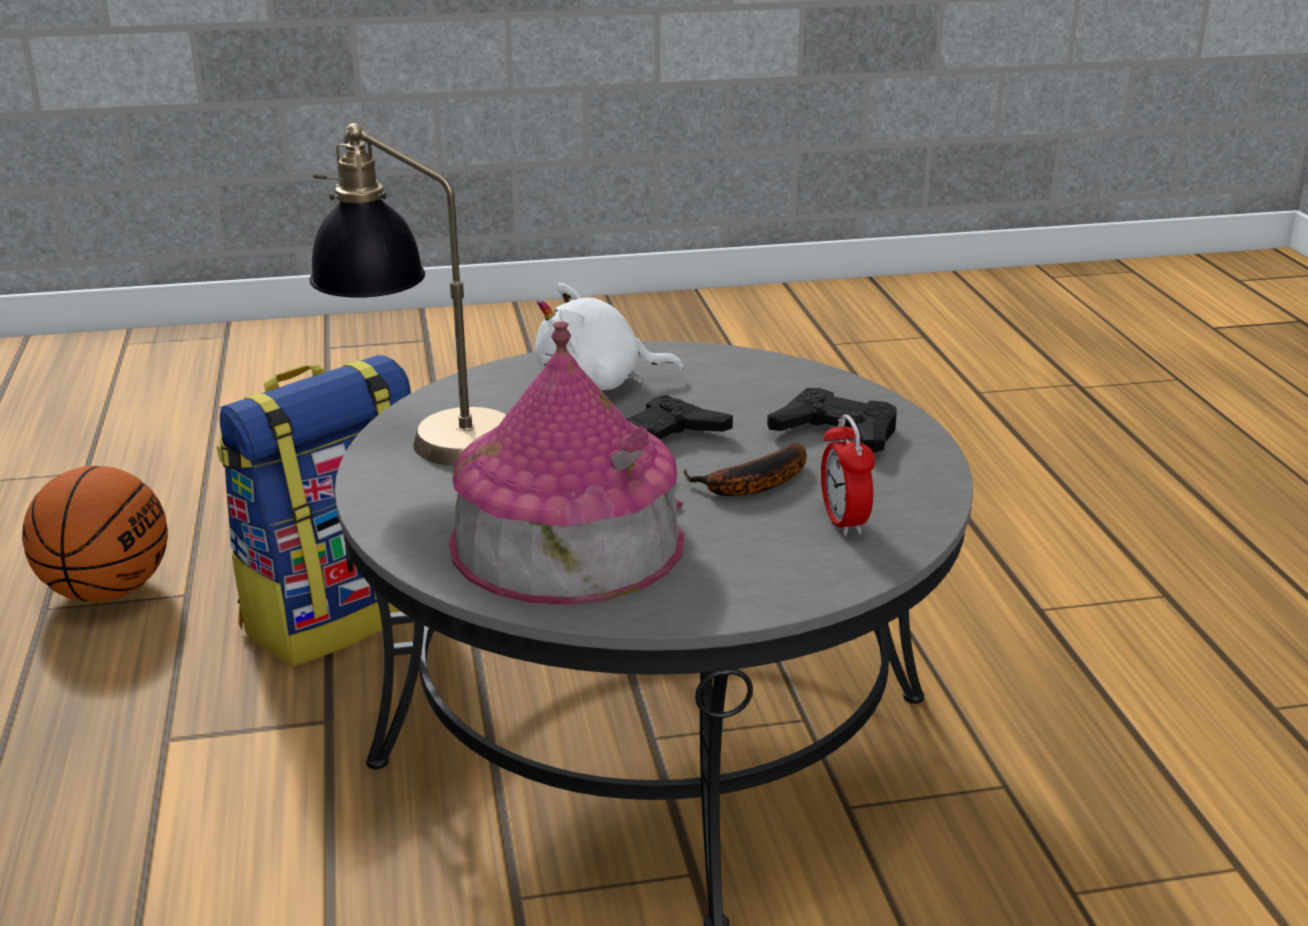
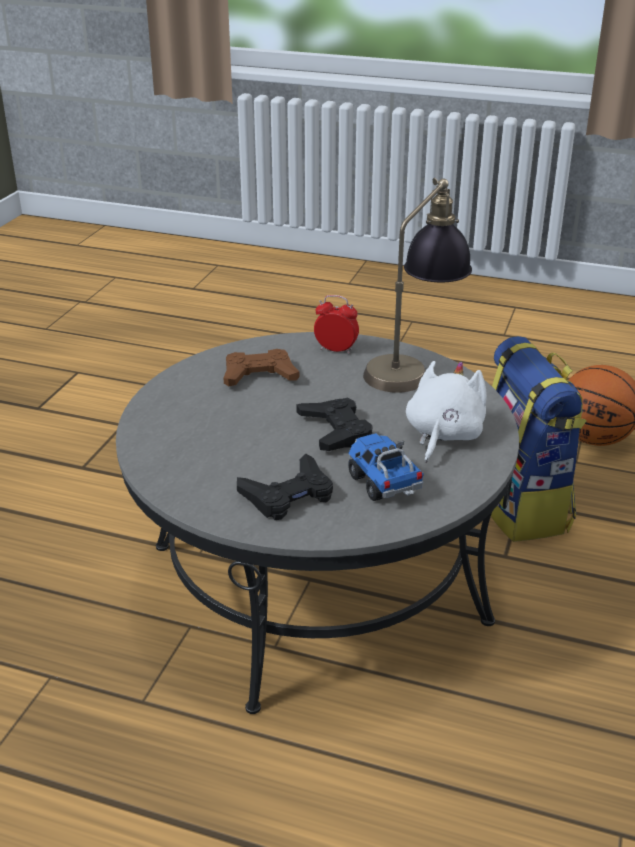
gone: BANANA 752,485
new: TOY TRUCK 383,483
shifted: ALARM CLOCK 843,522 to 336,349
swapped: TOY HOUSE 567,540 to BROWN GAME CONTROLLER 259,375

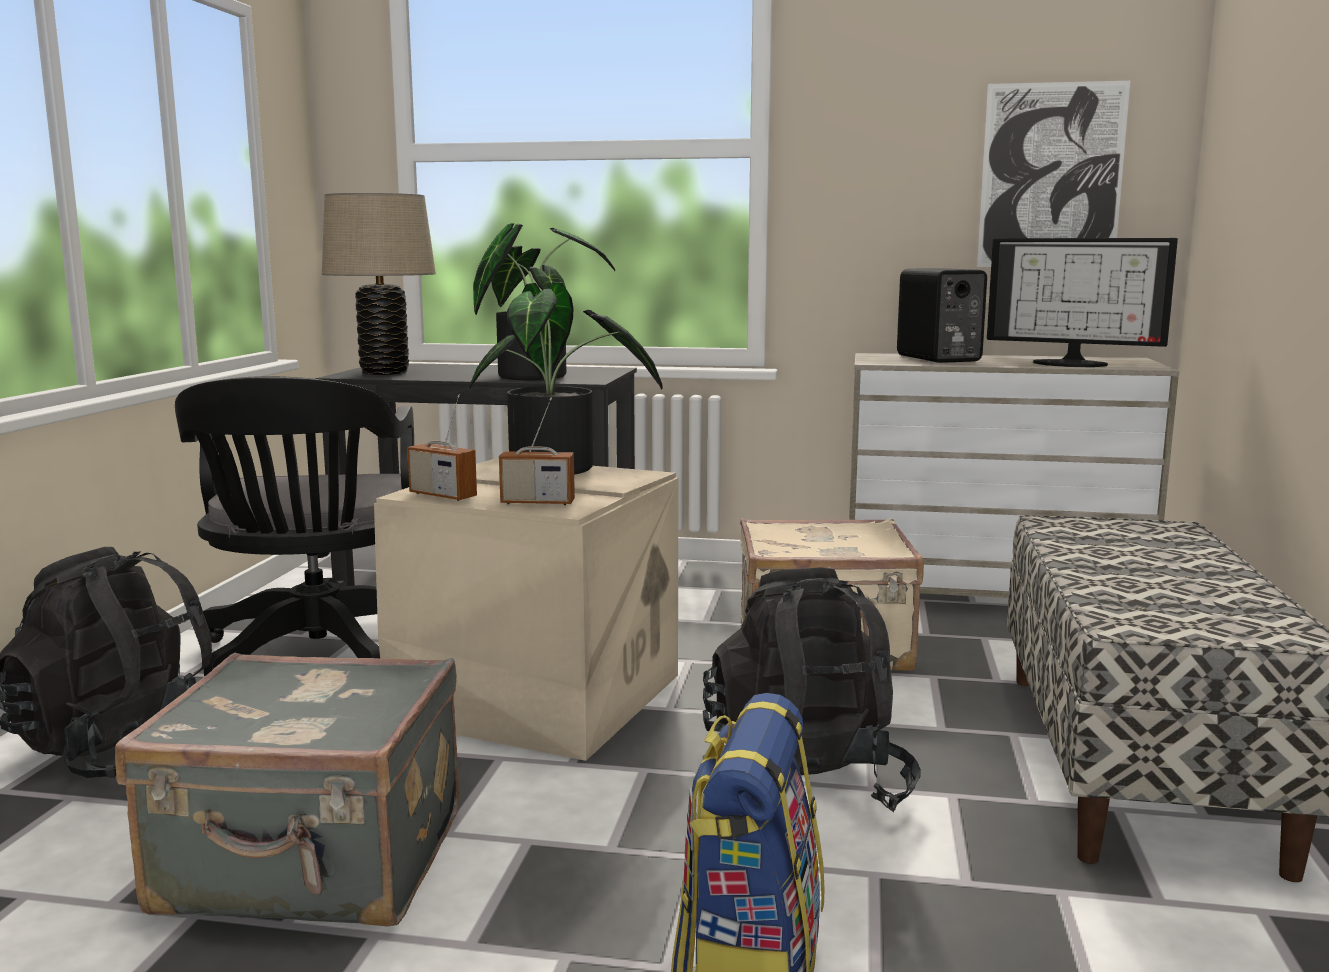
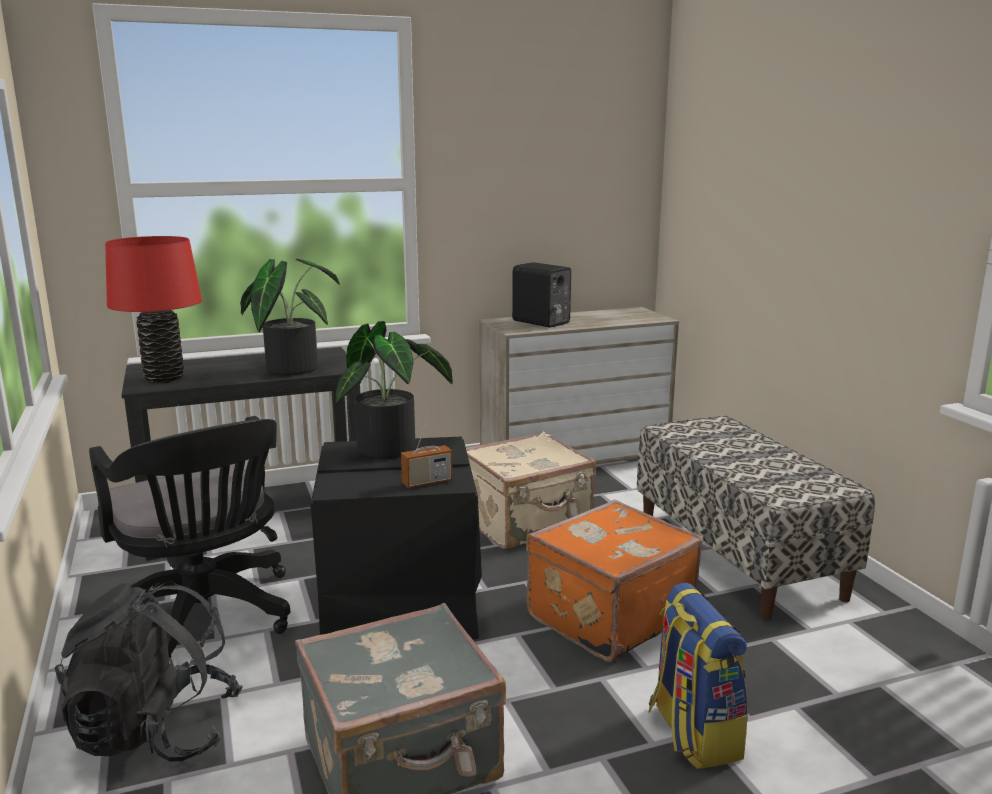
gone: RADIO 442,495; PICTURE 1051,176; MONITOR 1072,363
swapped: BLACK BACKPACK 805,783 to ORANGE SUITCASE 607,616
repainted: BEIGE TABLE LAMP 384,372 to RED TABLE LAMP 164,378; BEIGE STORAGE BOX 540,698 to BLACK STORAGE BOX 401,604

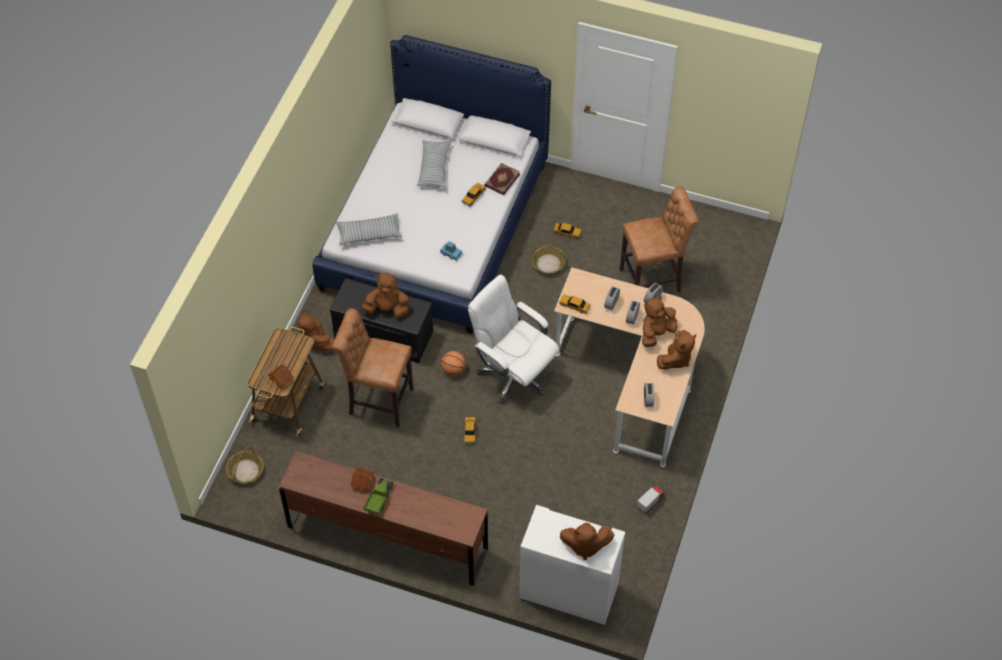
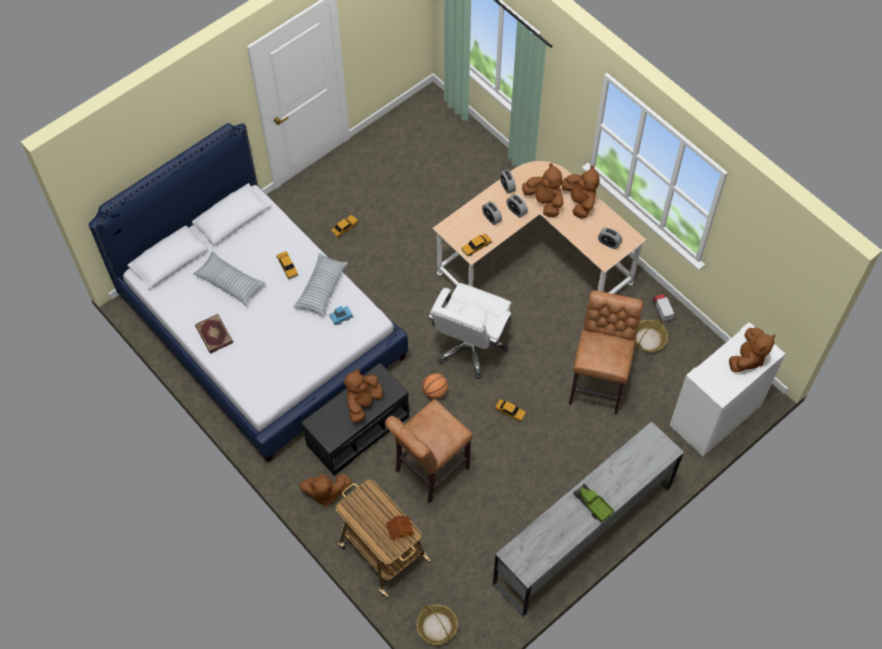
gone: TOY HOUSE 362,482
shifted: PILLOW 369,233 to 321,288; BOOK 501,180 to 213,335; BASKET 548,264 to 648,339; BROWN STOOL 653,280 to 598,382
repainted: BROWN DRESSER 387,538 to GREY DRESSER 583,534
rotated: WHITE OFFICE CHAIR 513,374 = 470,347 45 degrees counterclockwise; BROWN PLUSH TOY 656,333 = 544,202 150 degrees clockwise

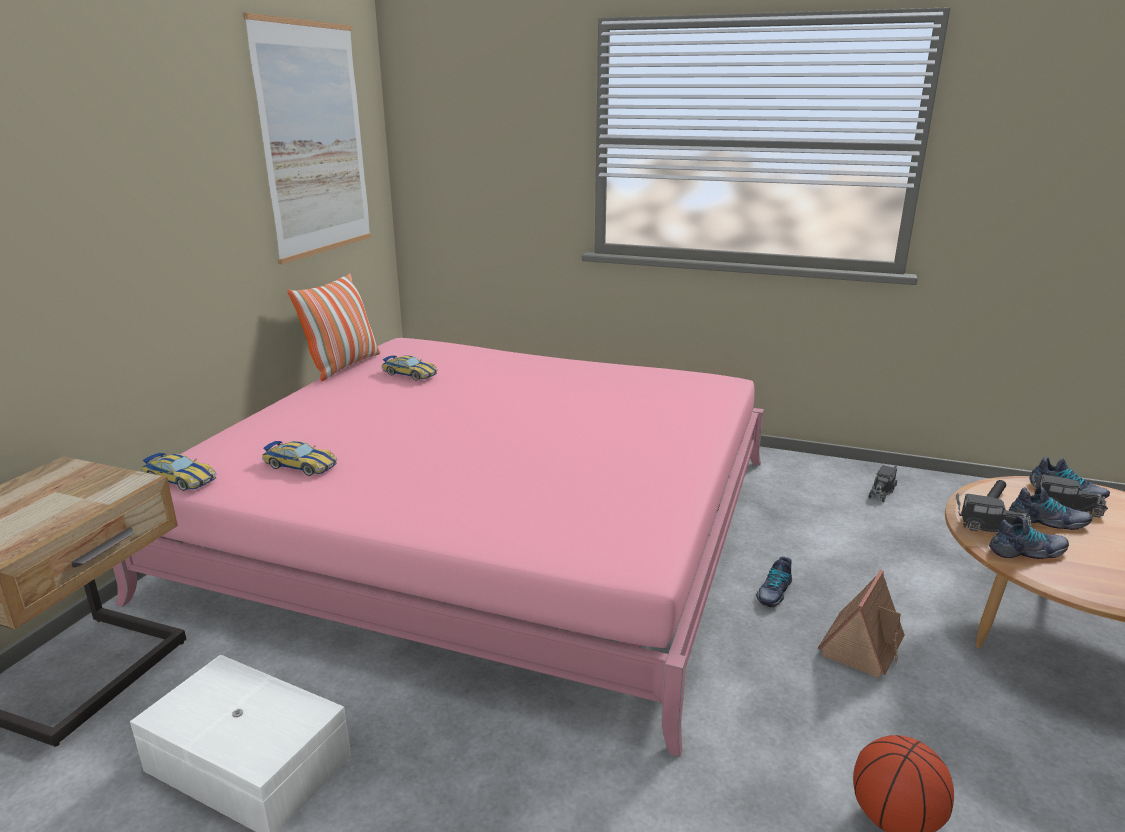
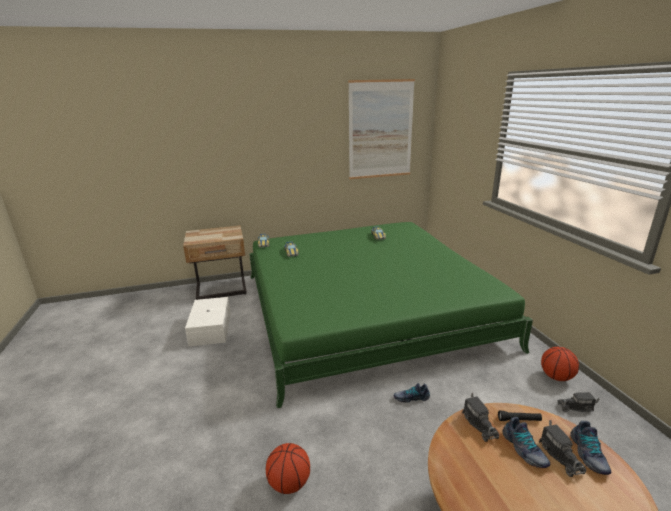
gone: PILLOW 343,366; TOY HOUSE 861,645; SHOE 1028,552
new: BASKETBALL 556,377
repainted: PINK BED 490,523 to GREEN BED 364,308

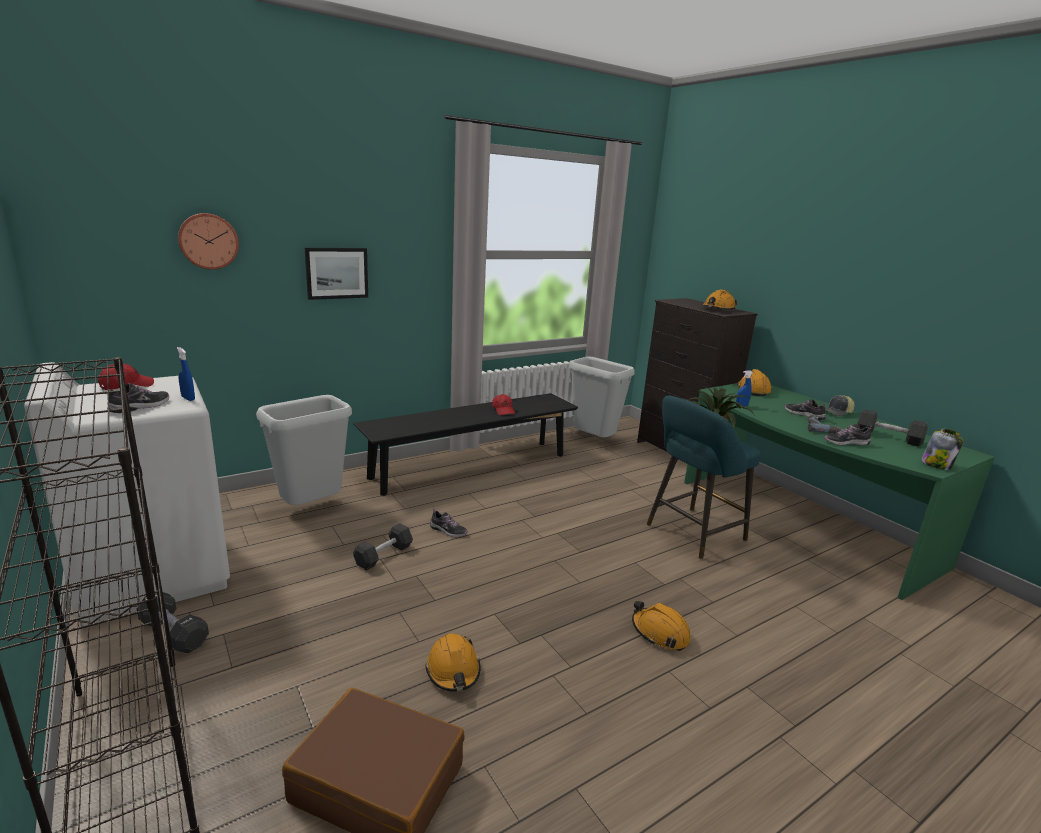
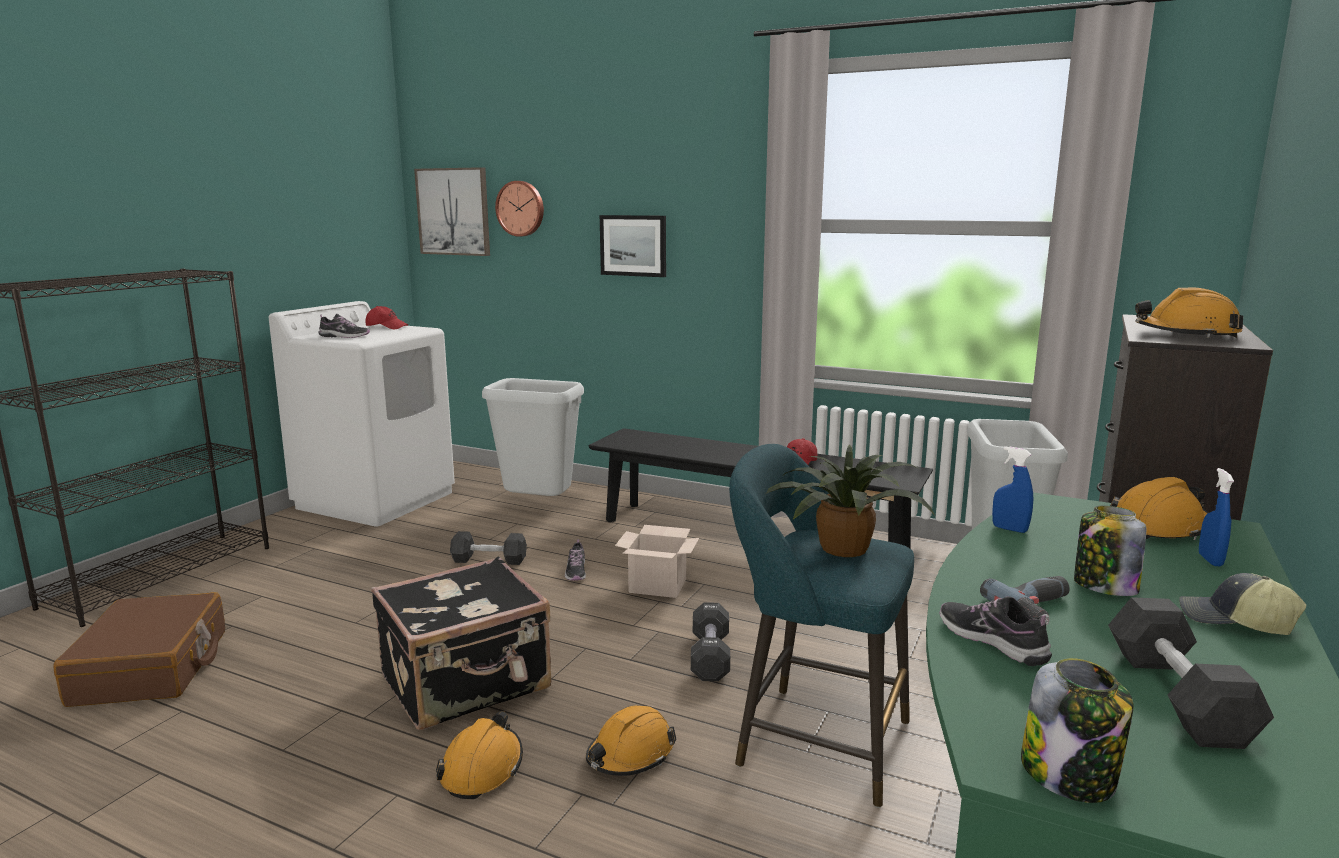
new: BLACK SUITCASE 467,684; PICTURE 454,211; CARDBOARD BOX 659,586
shifted: BLACK DUMBBELL 174,633 to 710,656; BLUE SPRAY BOTTLE 188,398 to 1210,560; ORANGE HARD HAT 453,670 to 630,755
swapped: SHOE 804,415 to JAR 1104,586

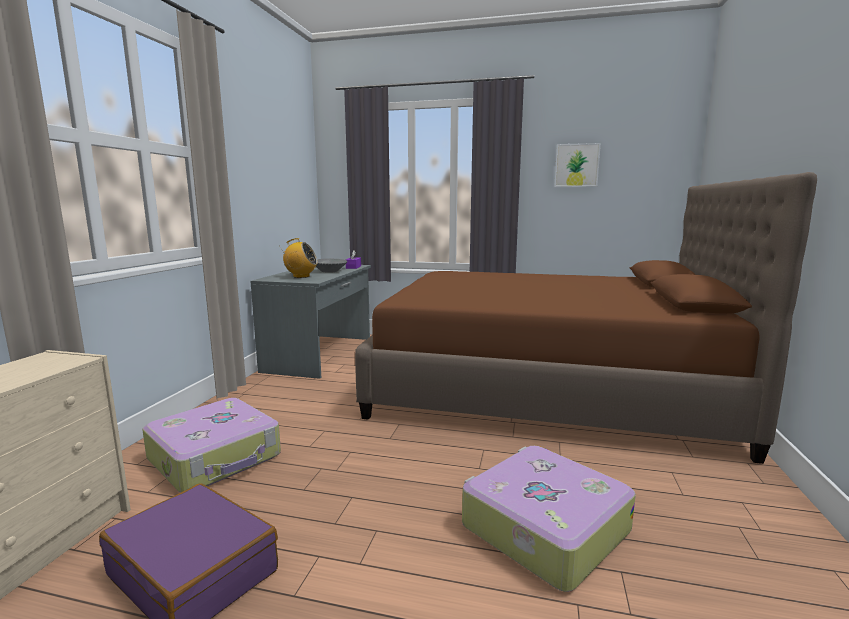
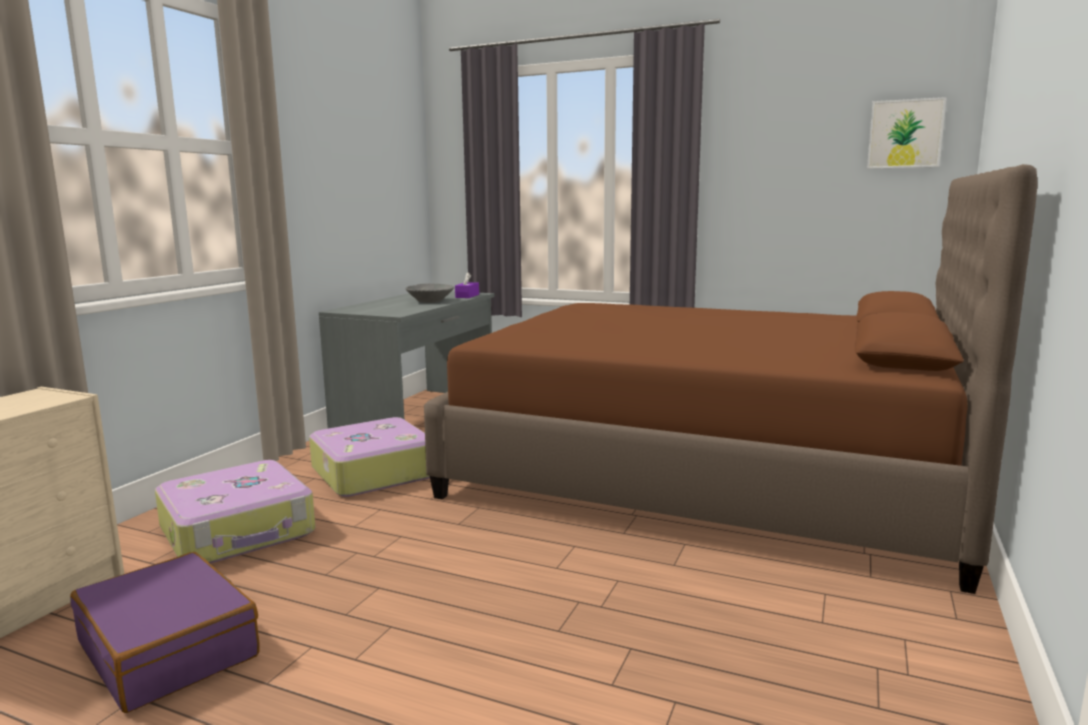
gone: RADIO 301,276
shifted: SUITCASE 542,528 to 372,472; PICTURE 576,165 to 905,134

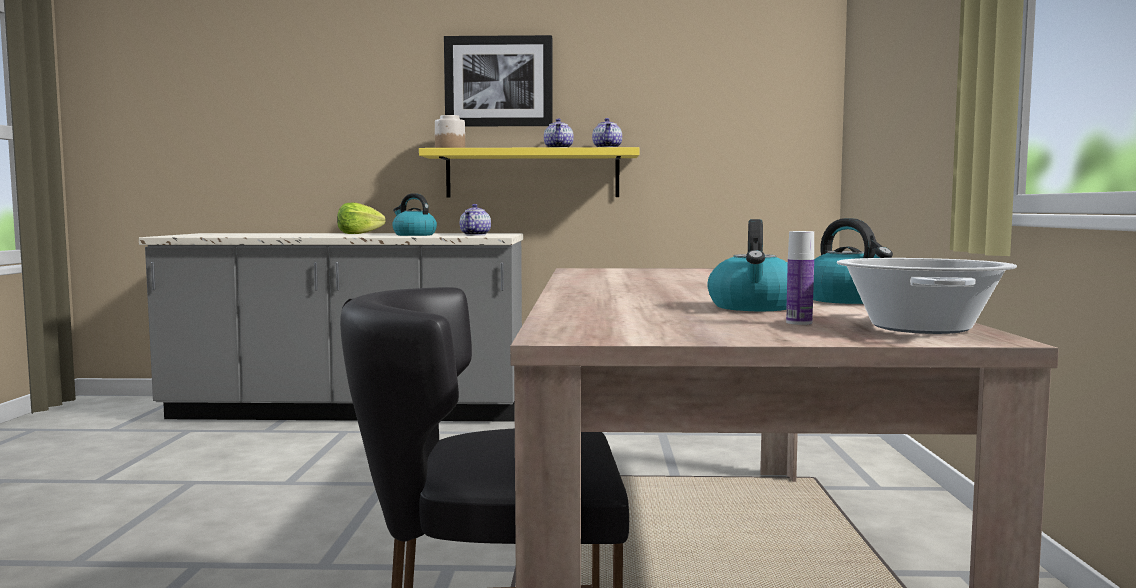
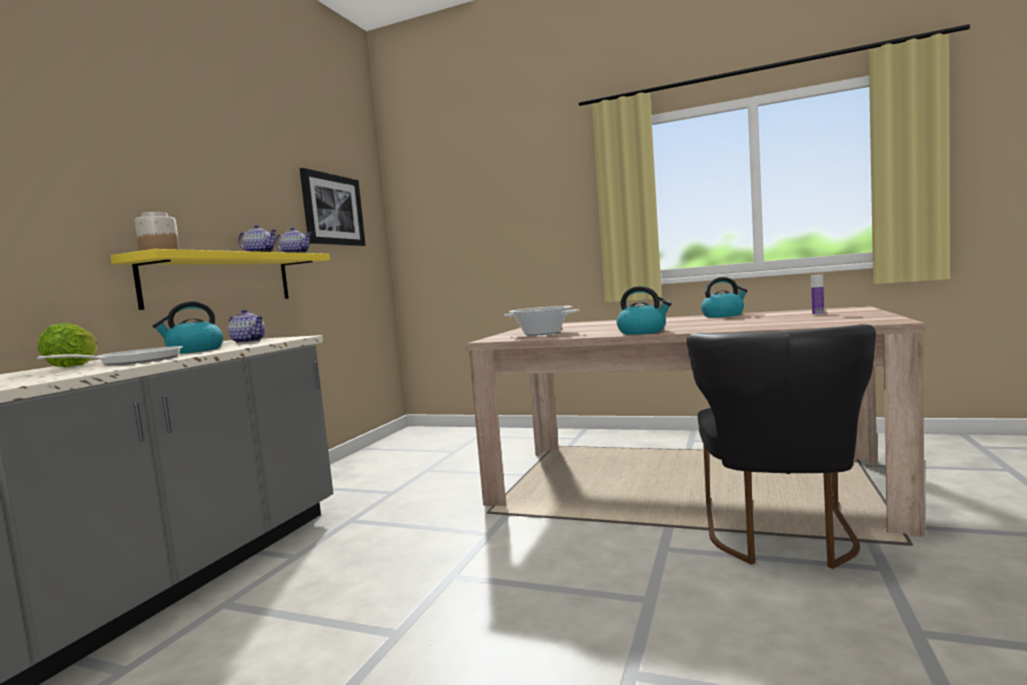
new: FRYING PAN 133,362
shifted: PICTURE 498,81 to 333,210; KETTLE 754,307 to 642,332; COOKING POT 921,327 to 542,333

